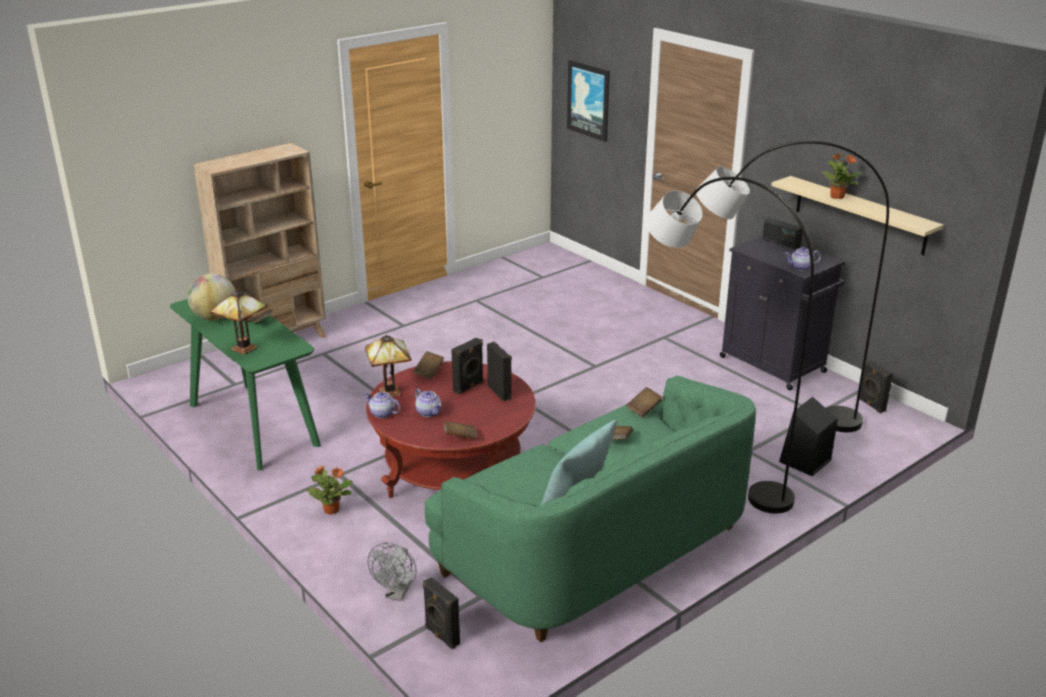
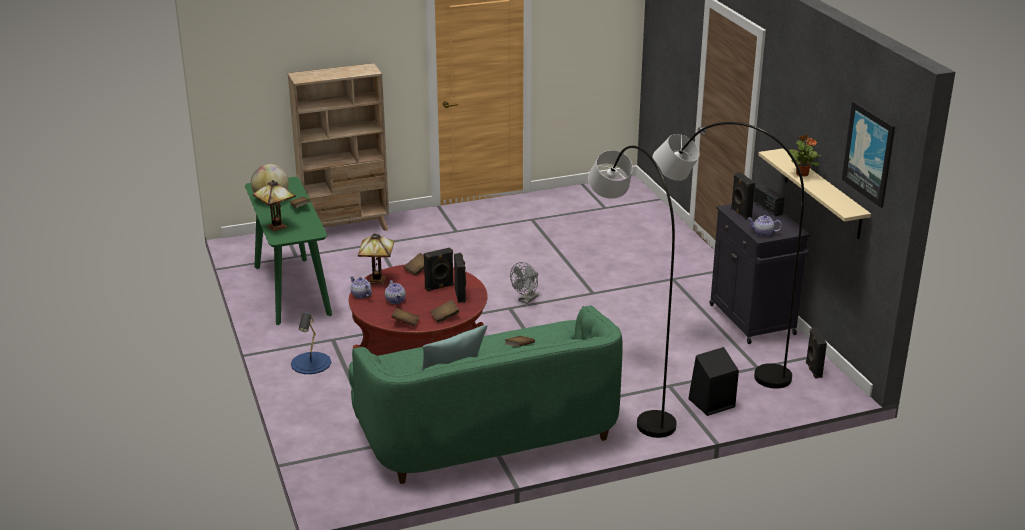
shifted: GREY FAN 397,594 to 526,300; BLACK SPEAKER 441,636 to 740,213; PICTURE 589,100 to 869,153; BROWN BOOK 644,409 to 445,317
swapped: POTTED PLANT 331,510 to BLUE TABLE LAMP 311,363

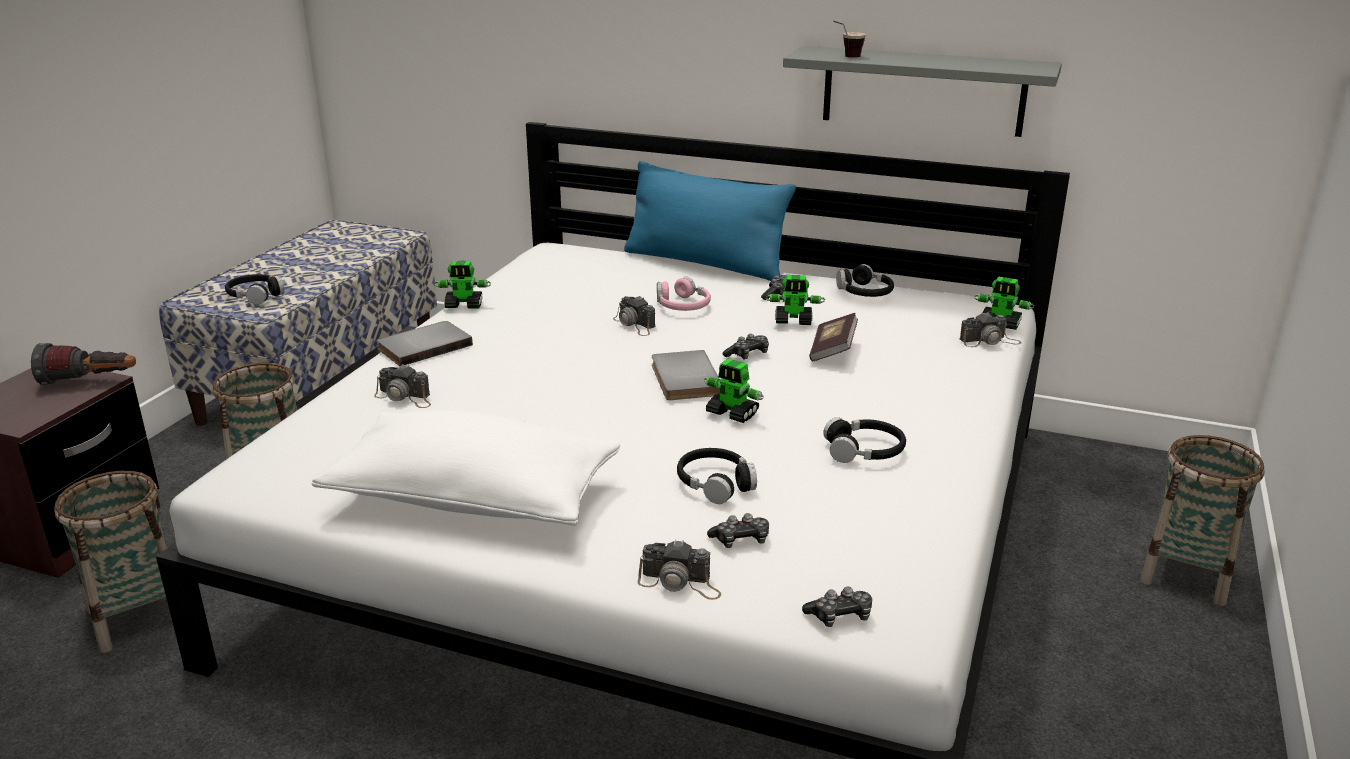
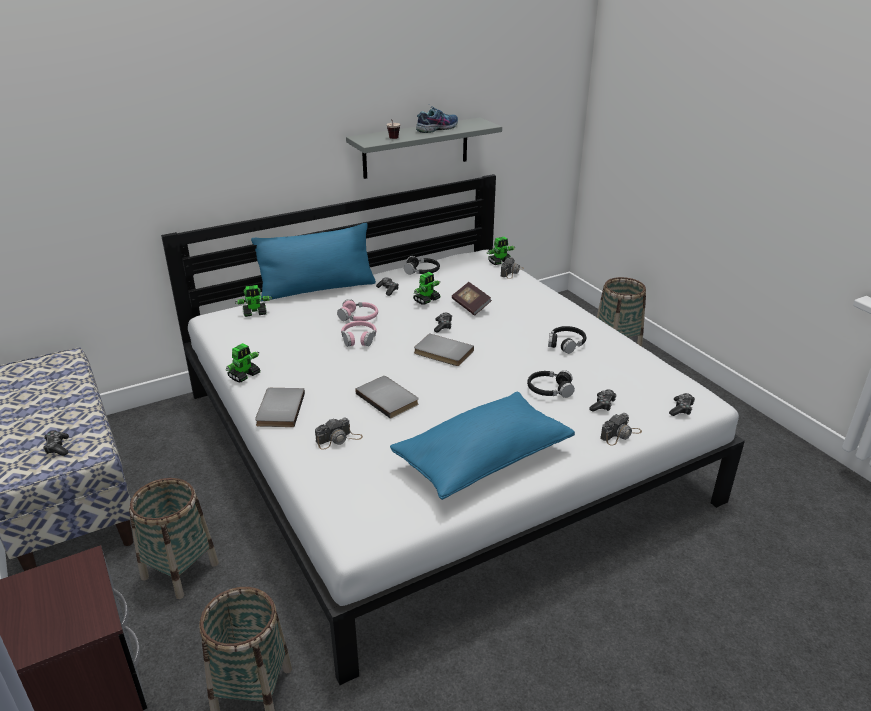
gone: FLASHLIGHT 90,382
new: GREY BOOK 389,398; SHOE 437,128
shifted: TOY ROBOT 732,413 to 255,313
swapped: BLACK HEADPHONES 255,295 to GAME CONTROLLER 57,447; PHOTO CAMERA 635,324 to PINK HEADPHONES 359,338
repainted: WHITE PILLOW 474,498 to BLUE PILLOW 482,460

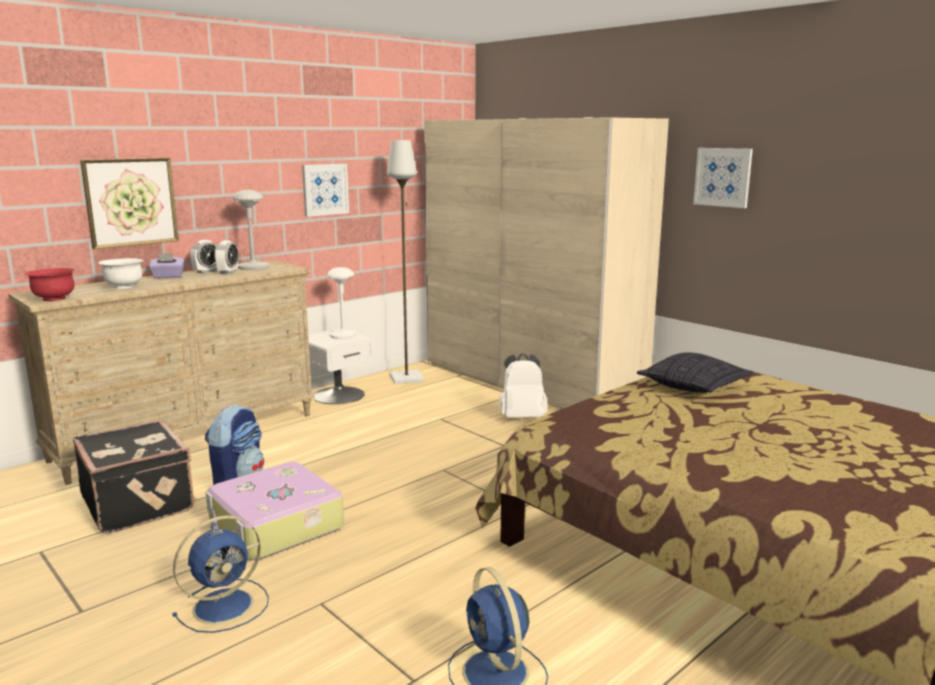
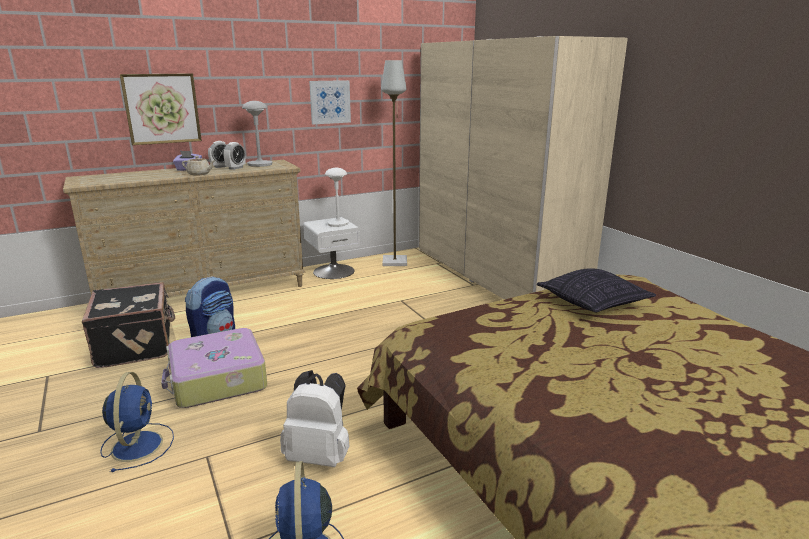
gone: RED BOWL 54,299; WHITE BOWL 124,286; PICTURE 723,177
new: BEIGE TEAPOT 199,174
shifted: WHITE BACKPACK 522,417 to 319,456
rotated: BLUE FAN 226,605 = 138,444 75 degrees counterclockwise

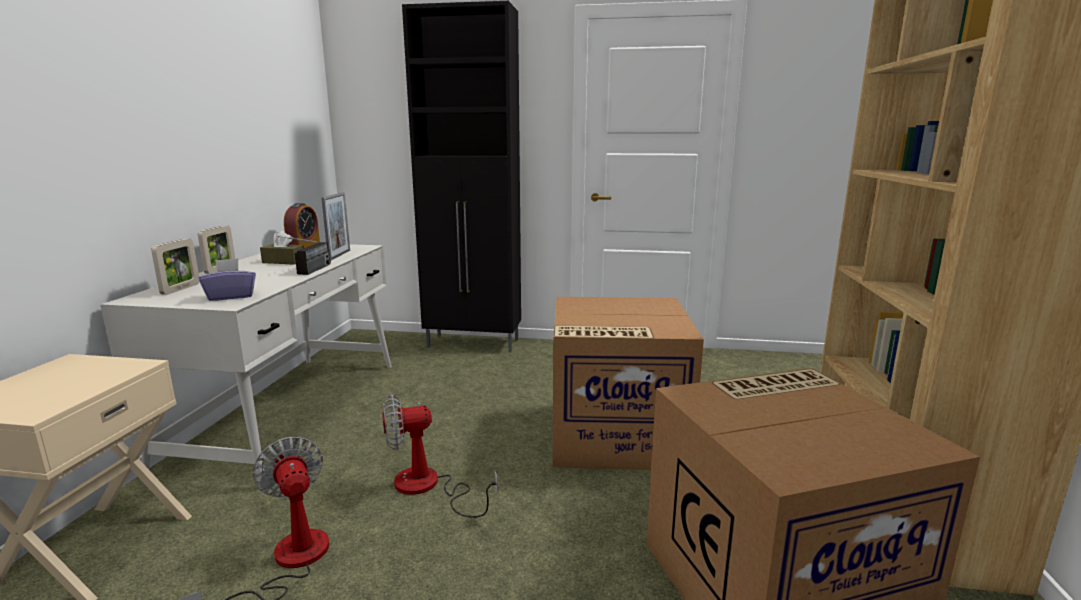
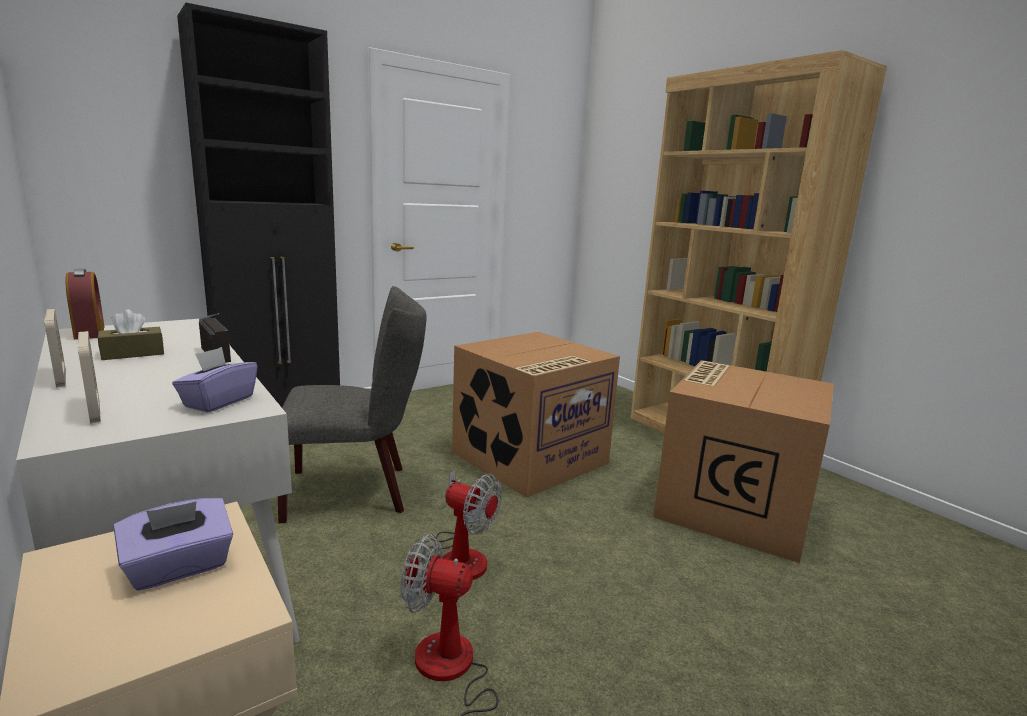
gone: PICTURE FRAME 339,255
new: PURPLE TISSUE BOX 179,567; GREY CHAIR 356,491
rotated: FAN 428,487 = 462,554 90 degrees counterclockwise

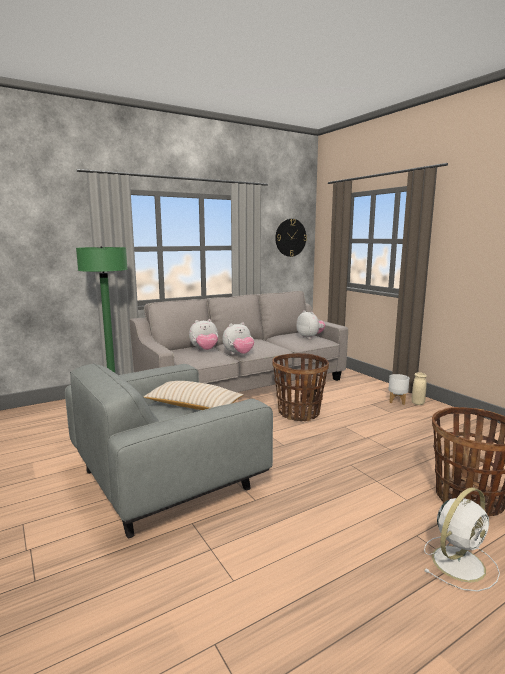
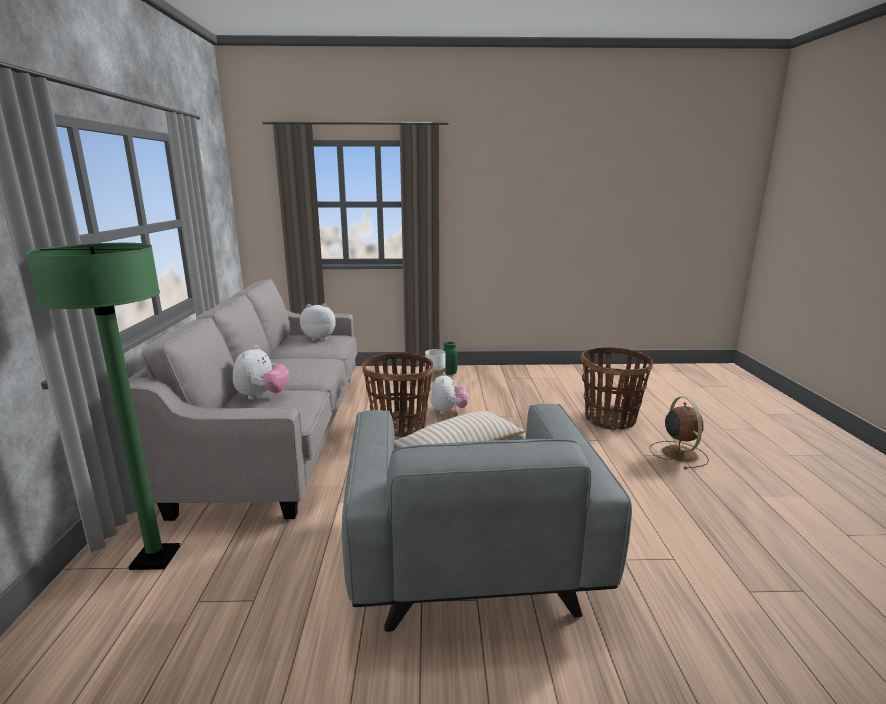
gone: WALL CLOCK 290,237
shifted: PLUSH TOY 238,354 to 448,411
repainted: BEIGE VASE 418,403 to GREEN VASE 449,373; WHITE FAN 459,562 to BROWN FAN 678,453

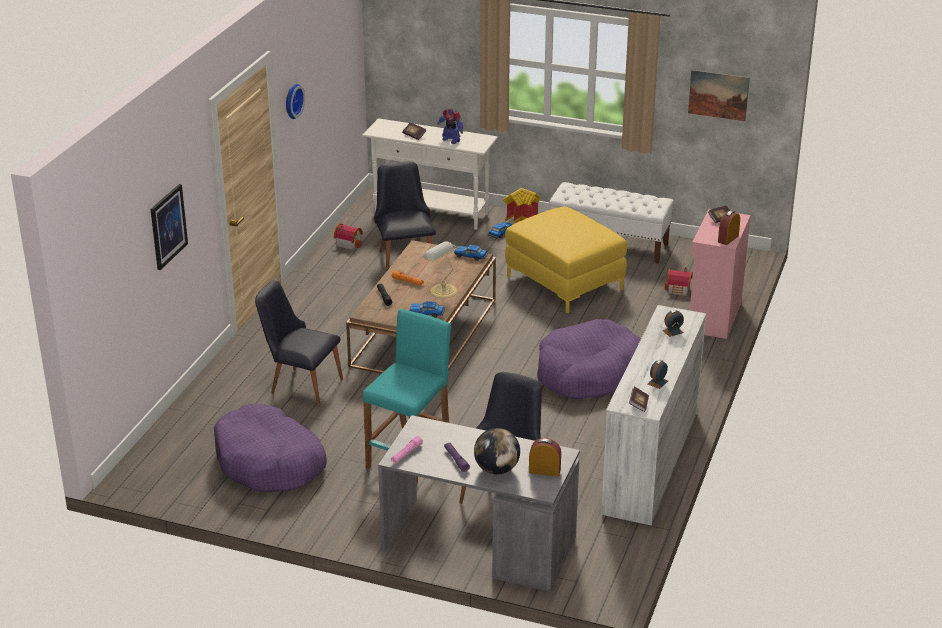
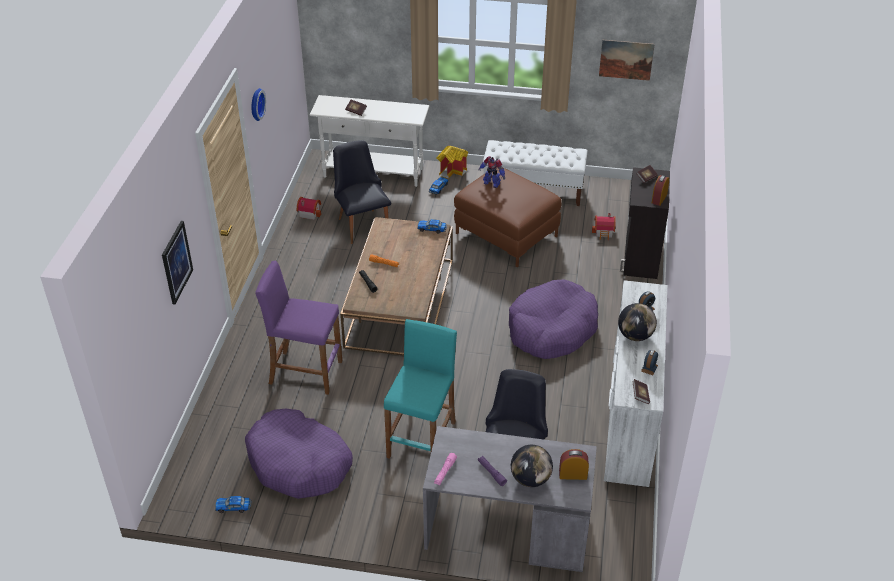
gone: TABLE LAMP 442,290
new: GLOBE 635,336
shifted: TOY CAR 427,313 to 233,507; TOY ROBOT 451,140 to 491,183
swapped: BLACK CHAIR 300,384 to PURPLE STOOL 305,372
repainted: YELLOW OTTOMAN 564,282 to BROWN OTTOMAN 506,234; PINK CABINET 713,317 to BLACK CABINET 640,257

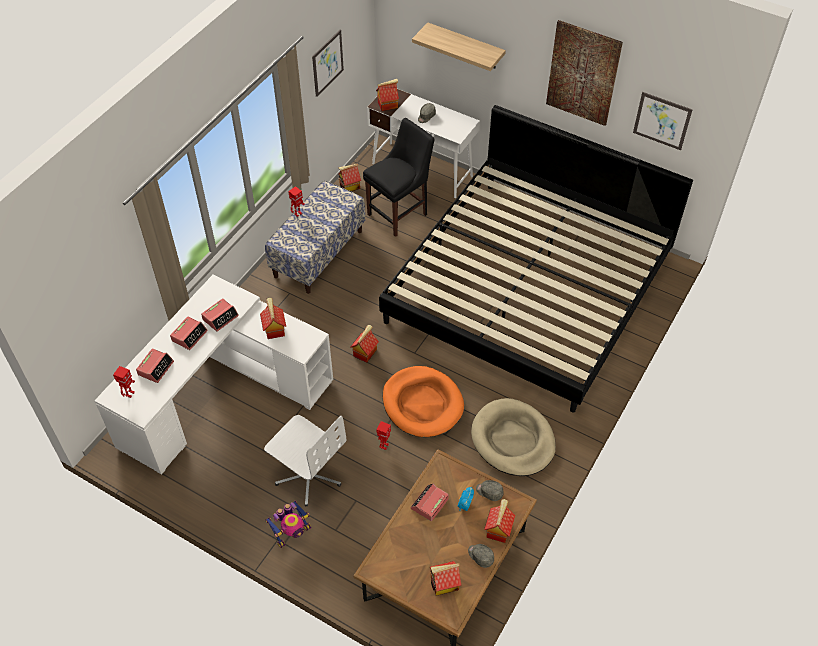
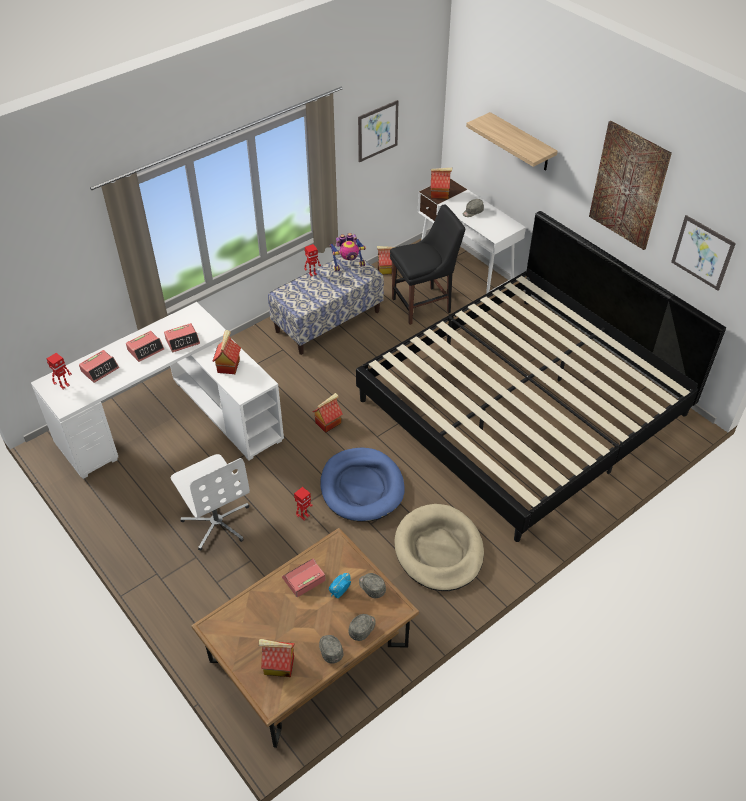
shifted: TOY ROBOT 292,532 to 348,265
swapped: TOY HOUSE 498,529 to GREY CAP 362,628
repainted: ORANGE DOG BED 422,404 to BLUE DOG BED 362,487

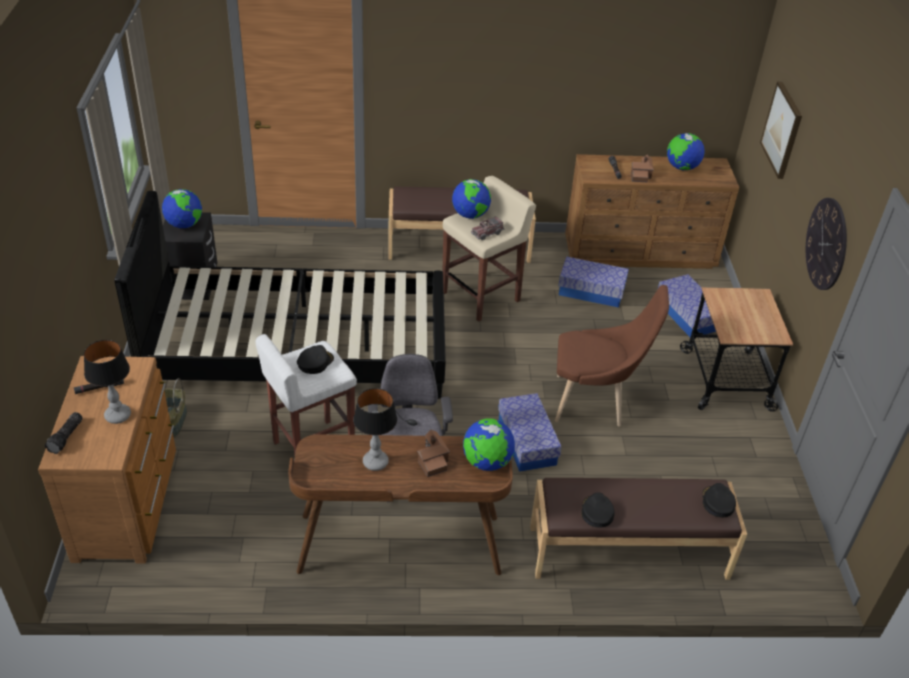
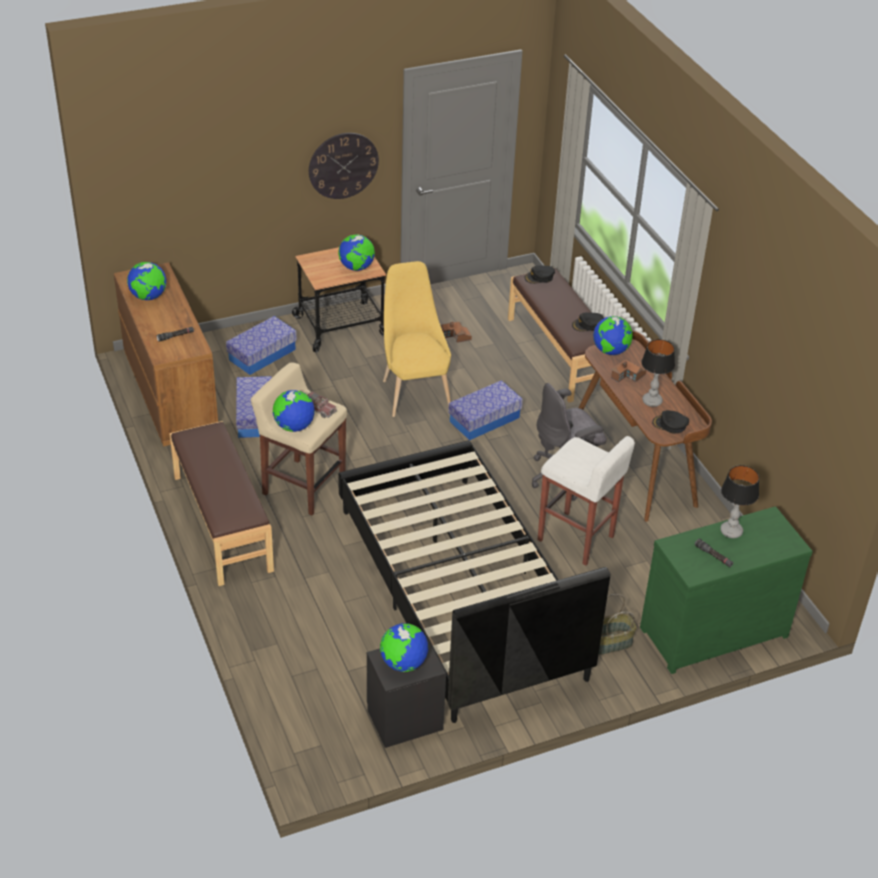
gone: FLASHLIGHT 67,437; PICTURE 782,130
new: GLOBE 356,267
shifted: BLACK CAP 315,362 to 670,424; TOY HOUSE 641,174 to 456,336
repainted: BROWN DRESSER 129,502 to GREEN DRESSER 711,629; BROWN CHAIR 594,402 to YELLOW CHAIR 414,391

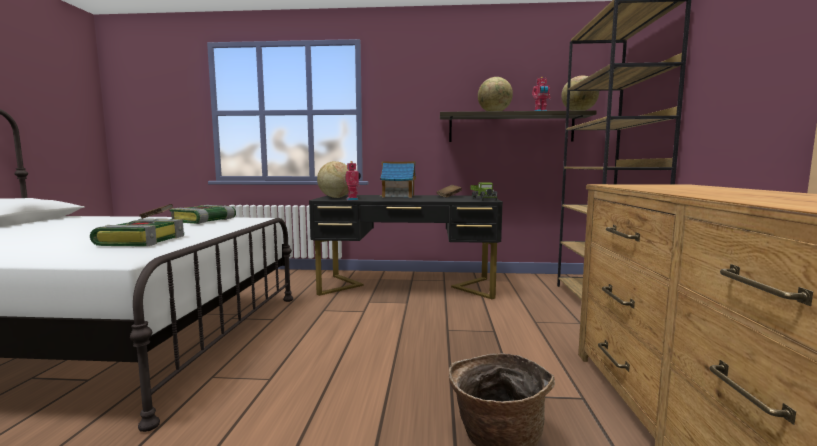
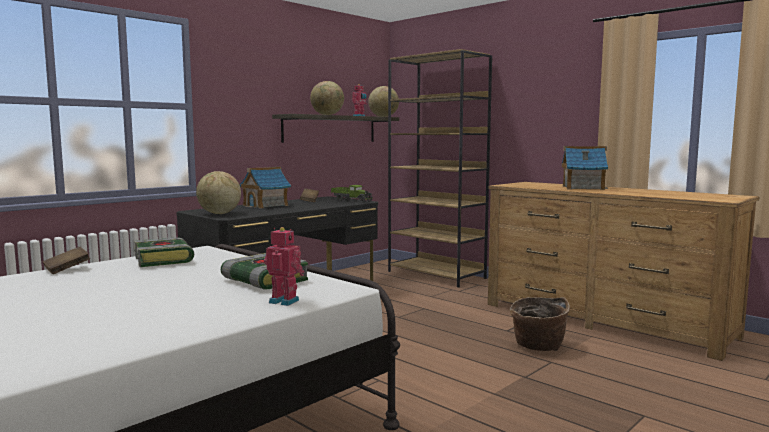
new: TOY HOUSE 582,188
shifted: TOY ROBOT 353,199 to 285,301

